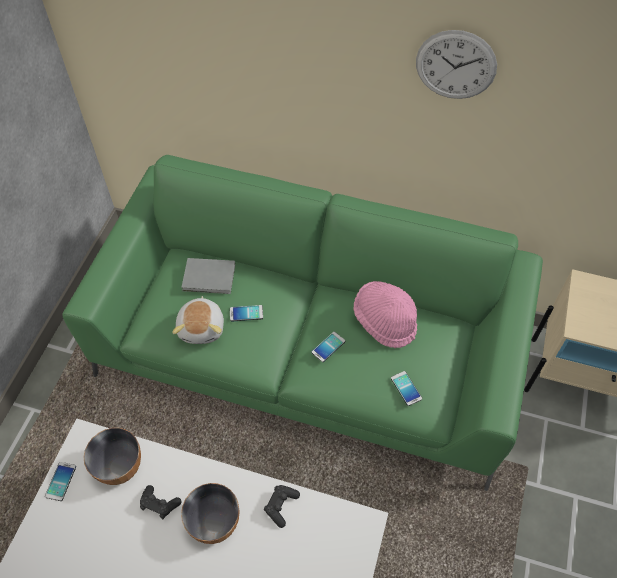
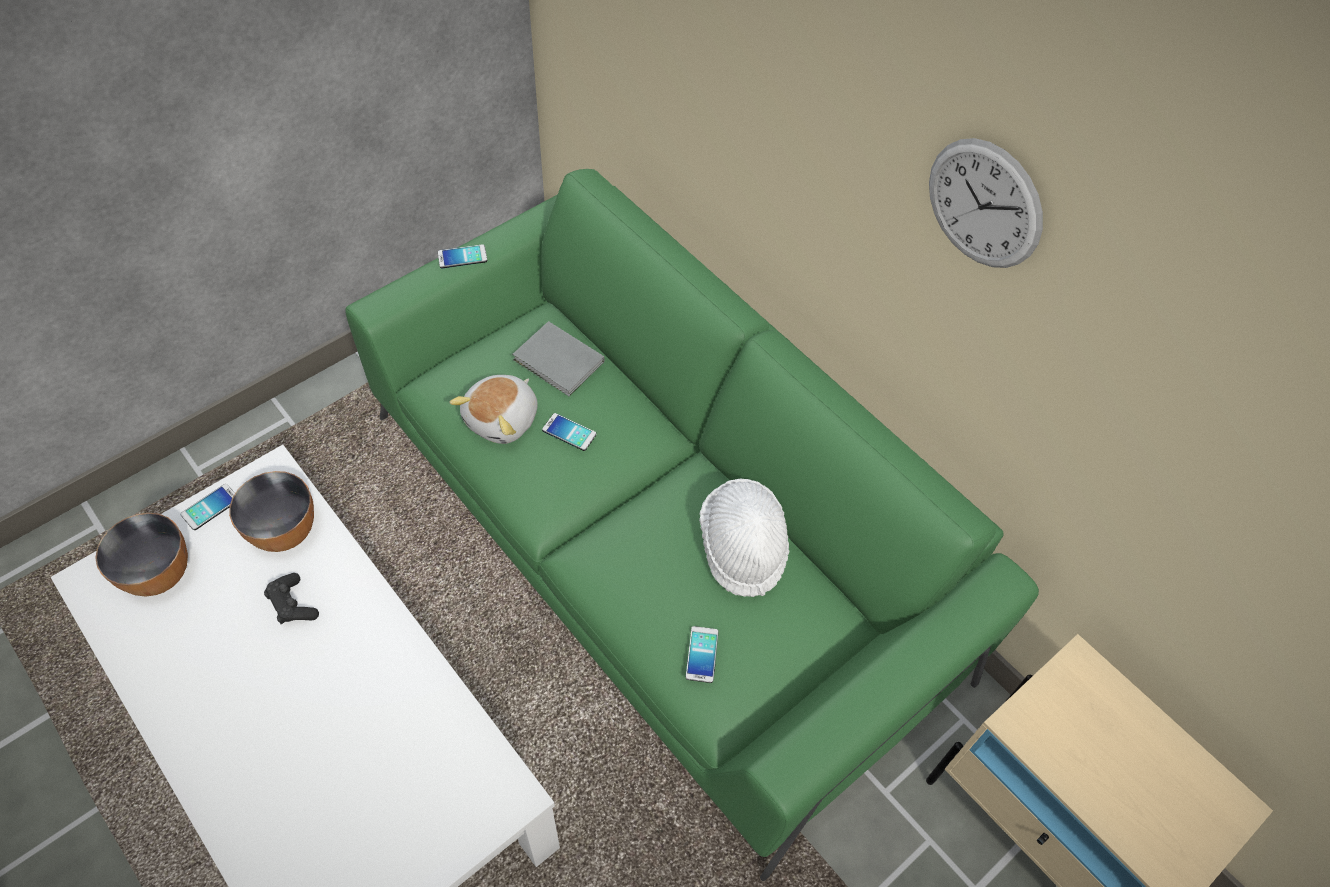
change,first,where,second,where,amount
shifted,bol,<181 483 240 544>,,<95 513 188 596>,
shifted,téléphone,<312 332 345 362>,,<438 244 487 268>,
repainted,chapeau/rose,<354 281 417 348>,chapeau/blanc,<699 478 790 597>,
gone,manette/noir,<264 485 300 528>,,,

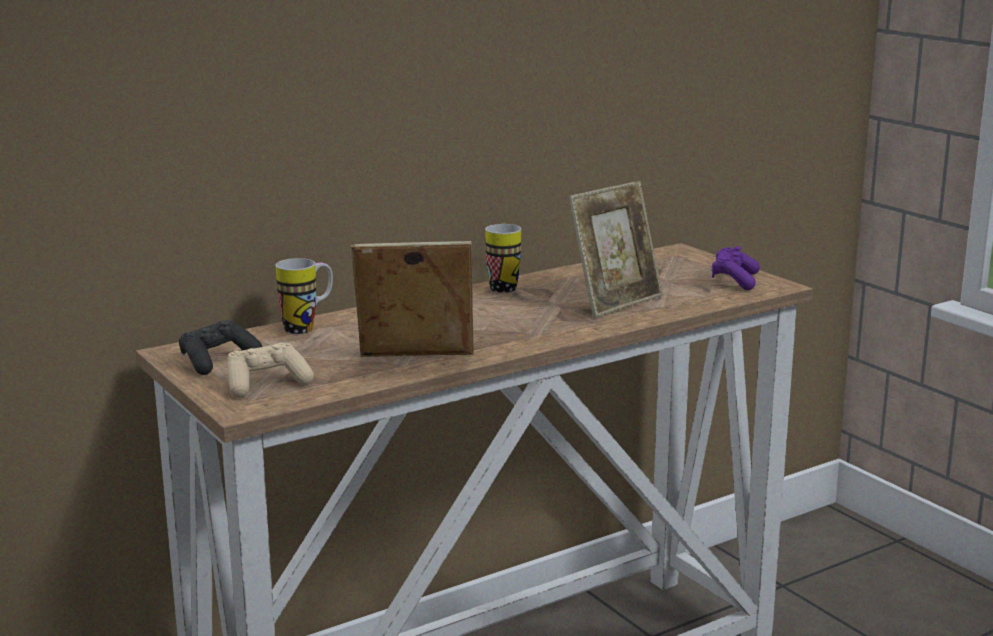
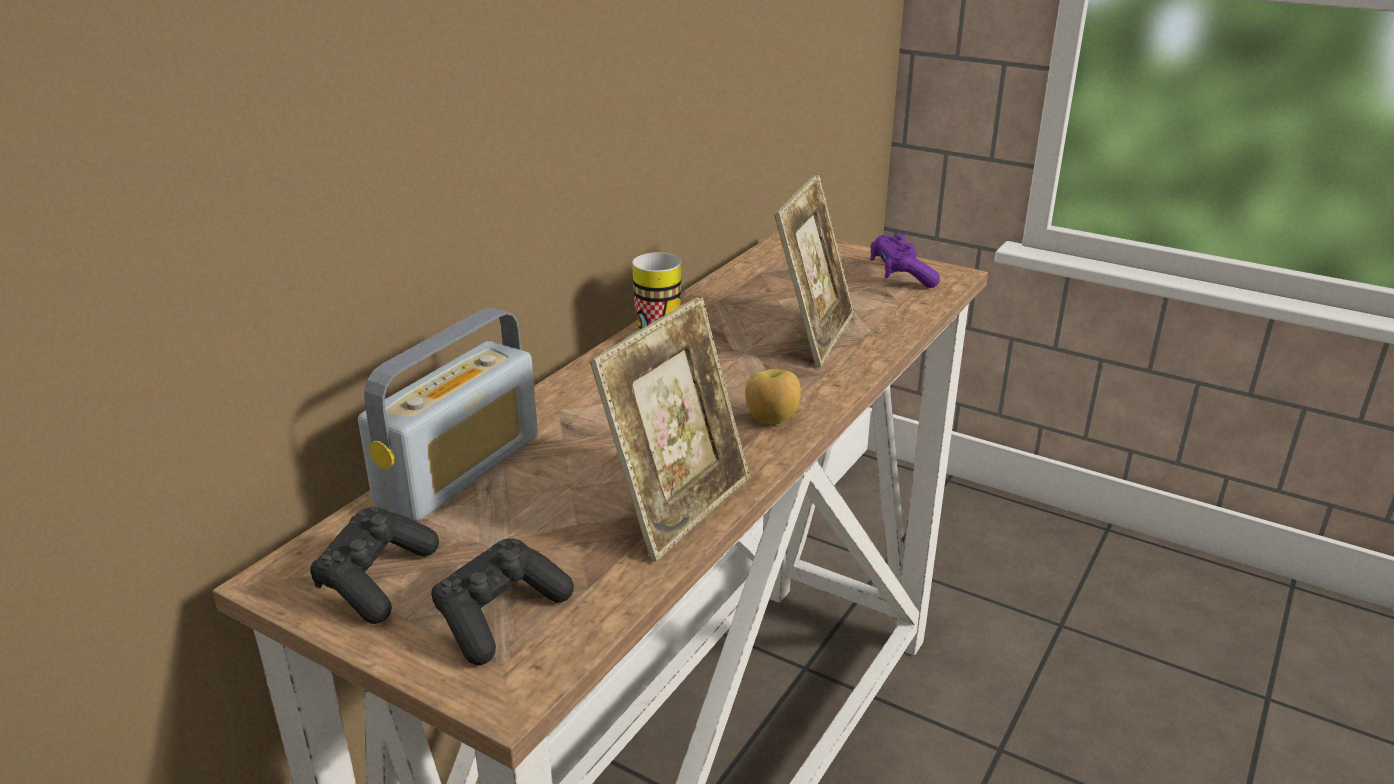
change,first,where,second,where,amount
swapped,mug,<276 258 333 334>,radio,<358 307 538 521>,
repainted,manette/beige,<227 343 314 398>,manette/noir,<431 538 574 665>,
rotated,cadre photo,<351 241 474 357>,,<590 296 750 561>,150 degrees clockwise
new,,,pomme,<745 369 801 424>,

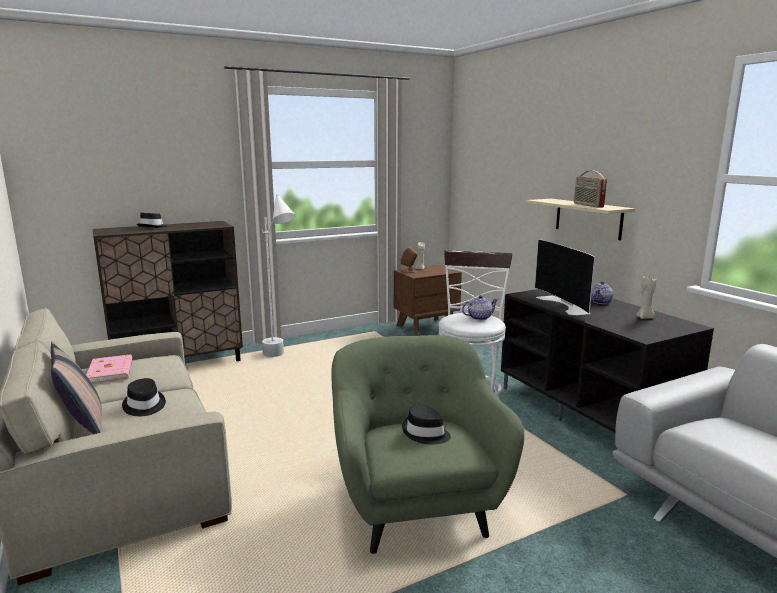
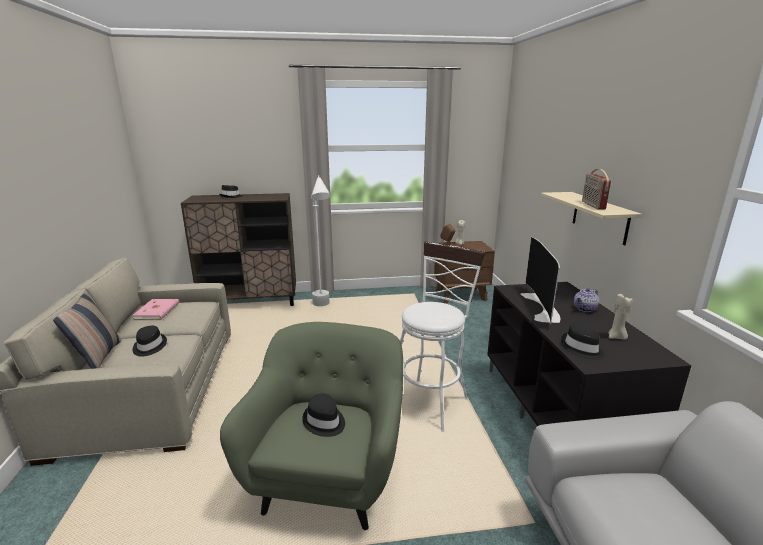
change,first,where,second,where,amount
new,,,chapeau/noir,<561 322 604 360>,
gone,théière,<462 295 498 320>,,,

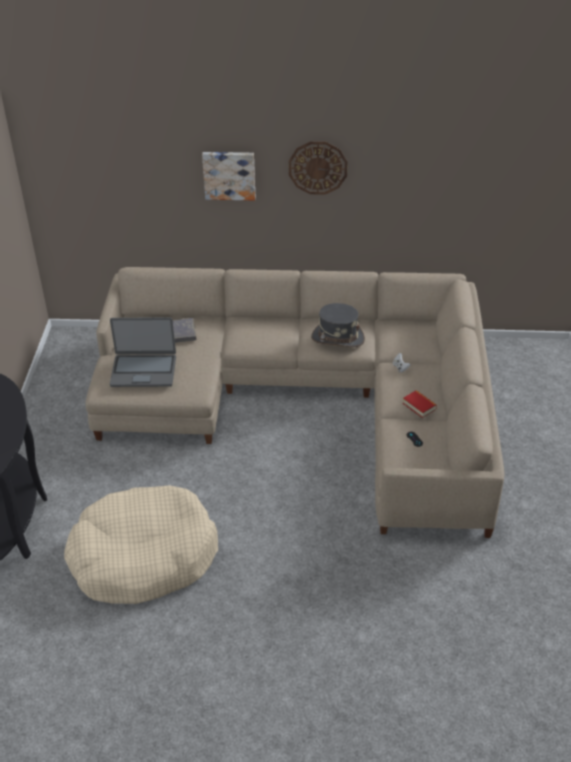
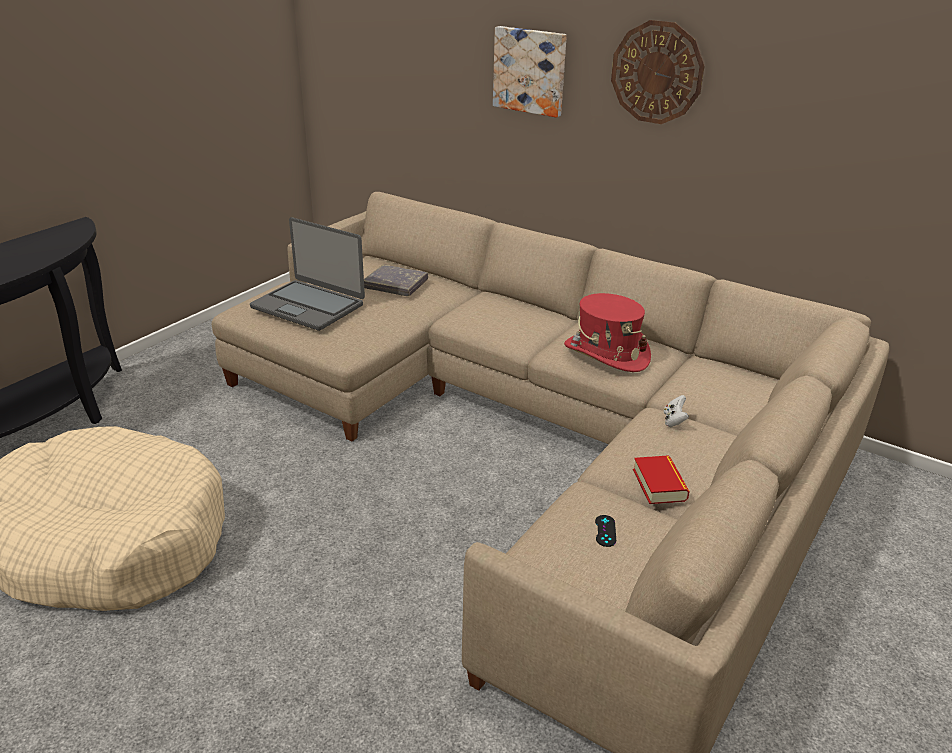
change,first,where,second,where,amount
repainted,chapeau/gris,<311 303 365 347>,chapeau/rouge,<564 293 651 372>,

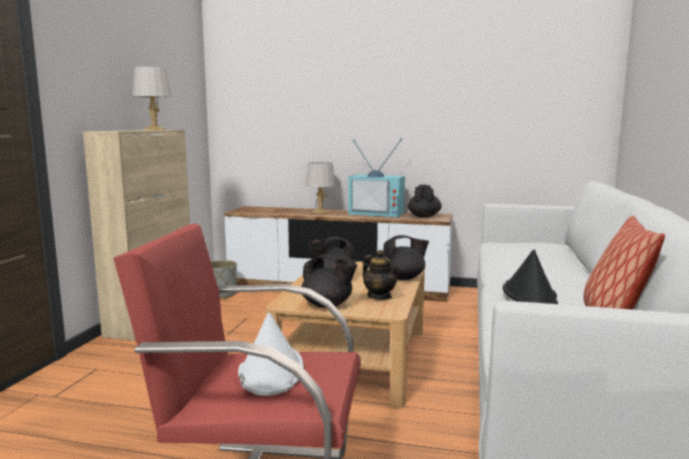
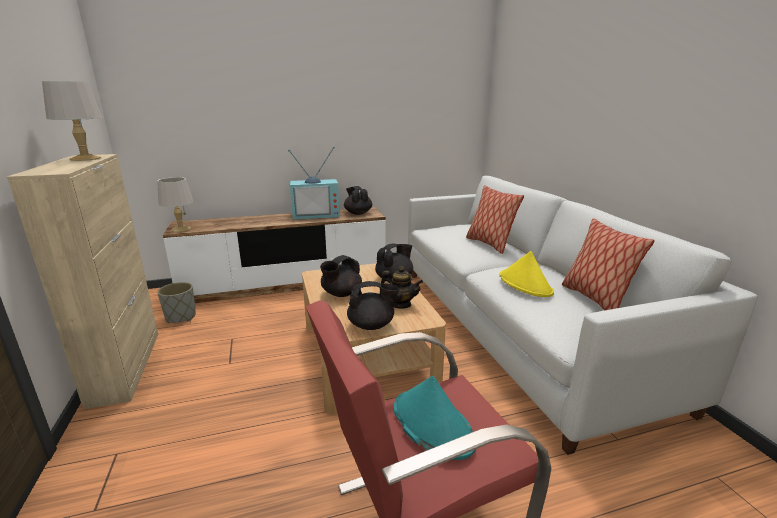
change,first,where,second,where,amount
shifted,lampe de table/gris,<305 162 336 213>,,<157 177 194 232>,
repainted,chapeau/blanc,<238 312 304 396>,chapeau/turquoise,<394 376 476 460>,
new,,,coussin,<466 185 524 254>,
repainted,chapeau/noir,<503 249 558 304>,chapeau/jaune,<499 251 554 297>,

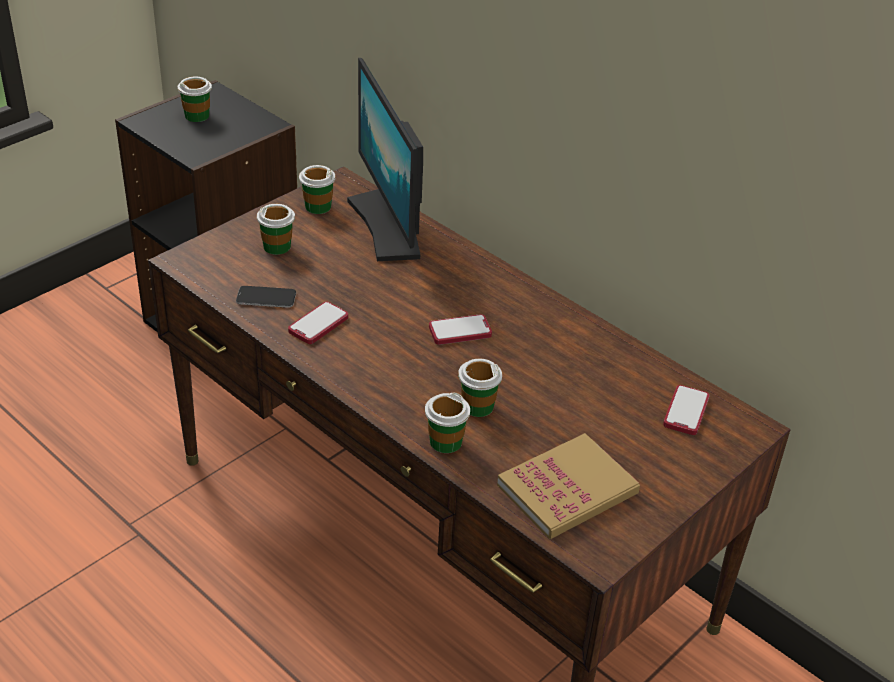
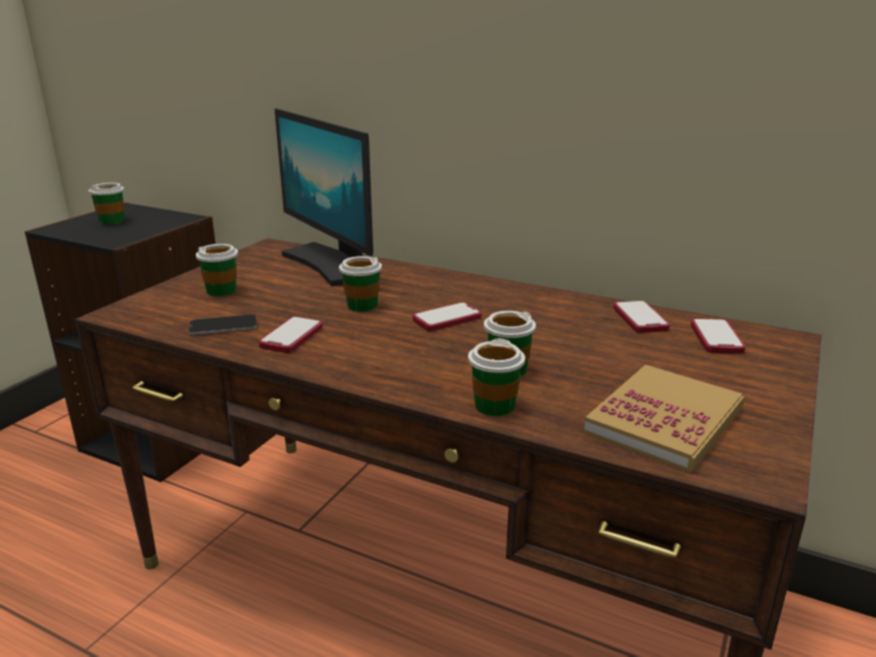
change,first,where,second,where,amount
shifted,tasse,<299 165 335 214>,,<339 256 382 312>,
new,,,téléphone,<613 301 670 333>,

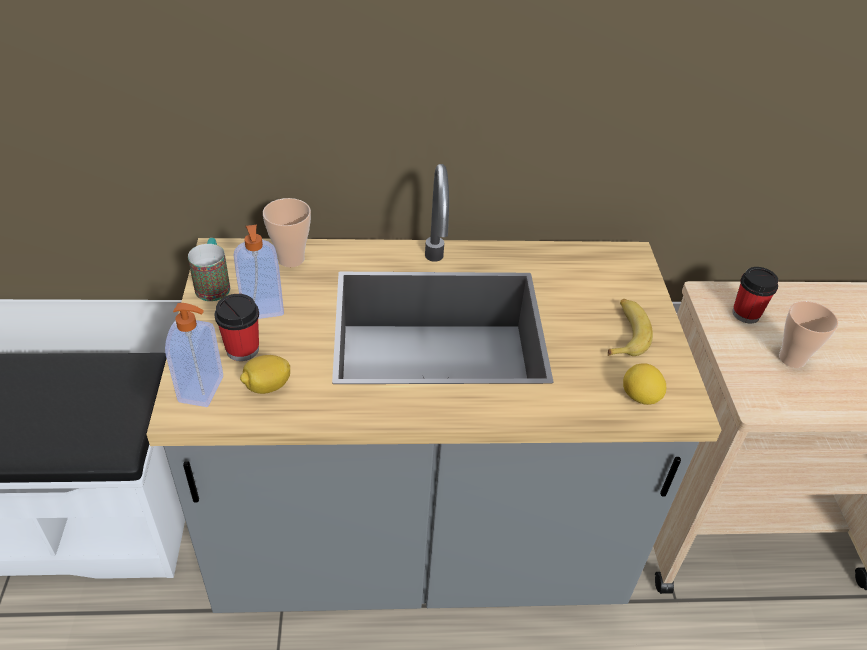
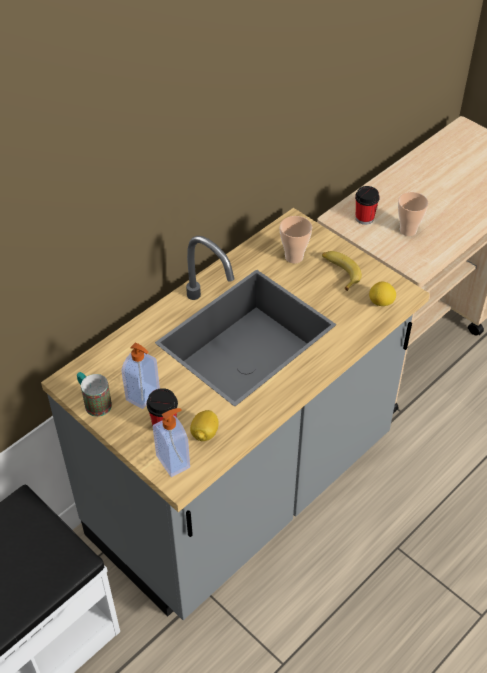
change,first,where,second,where,amount
shifted,tasse,<263 198 311 267>,,<280 216 312 263>,

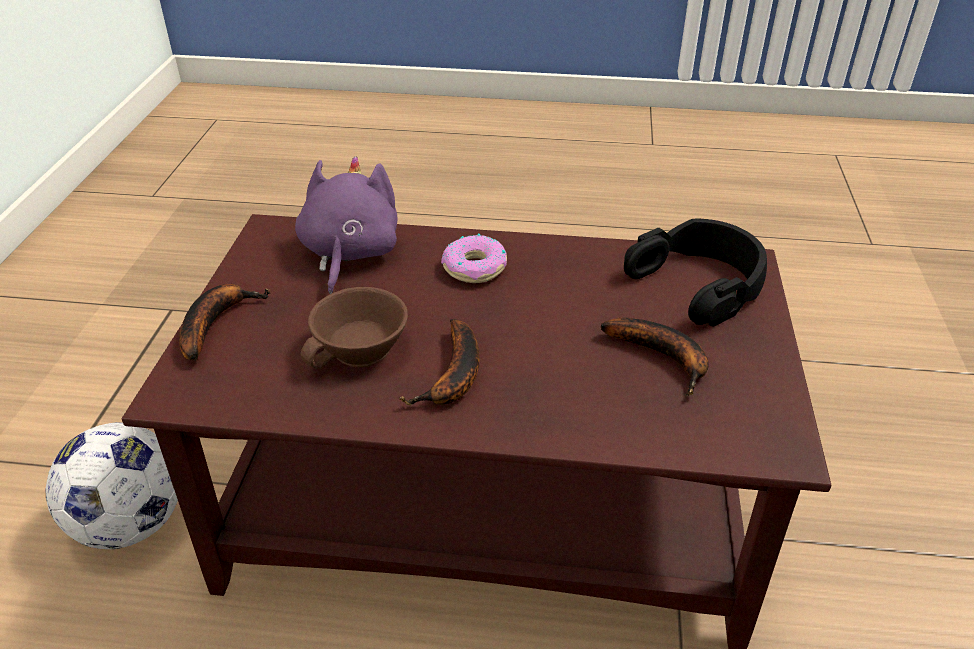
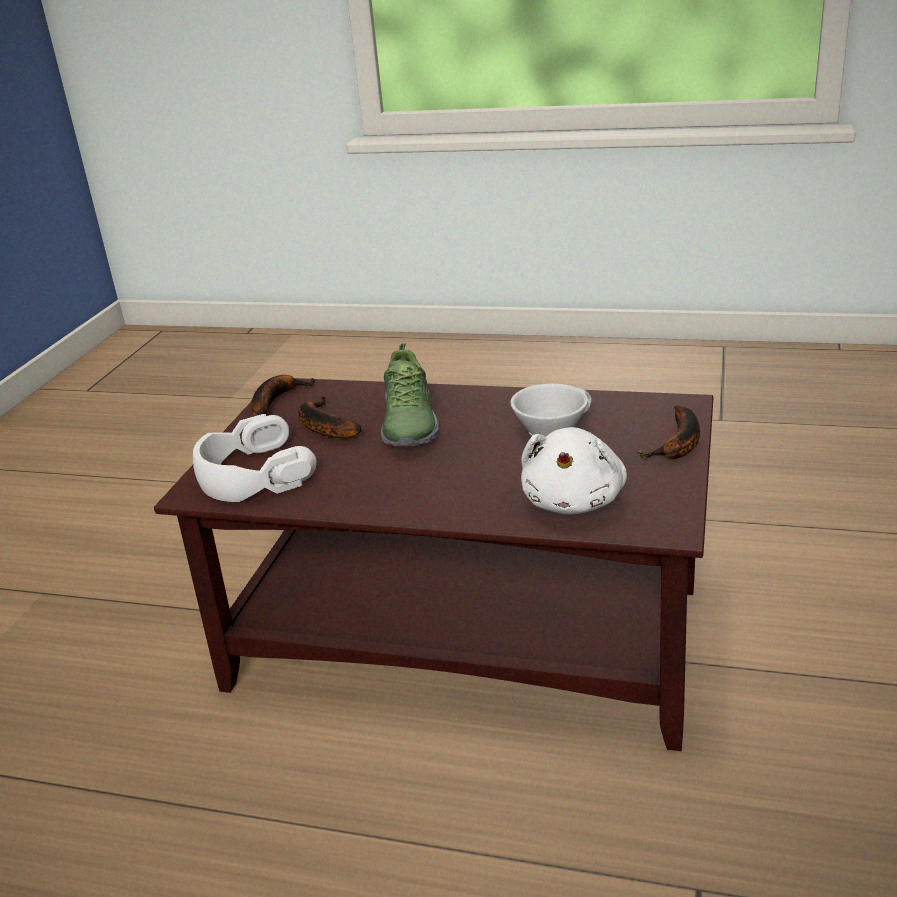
change,first,where,second,where,amount
repainted,casque audio/noir,<624 219 767 326>,casque audio/blanc,<193 414 317 502>,
shifted,banane,<399 319 479 405>,,<251 375 315 416>,
new,,,chaussure,<381 343 439 447>,
repainted,tasse/marron,<301 287 408 369>,tasse/blanc,<511 383 592 437>,
repainted,peluche/violet,<295 156 398 294>,peluche/blanc,<521 427 627 514>,
gone,ballon de foot,<46 422 178 549>,,,
gone,beignet,<441 234 507 283>,,,

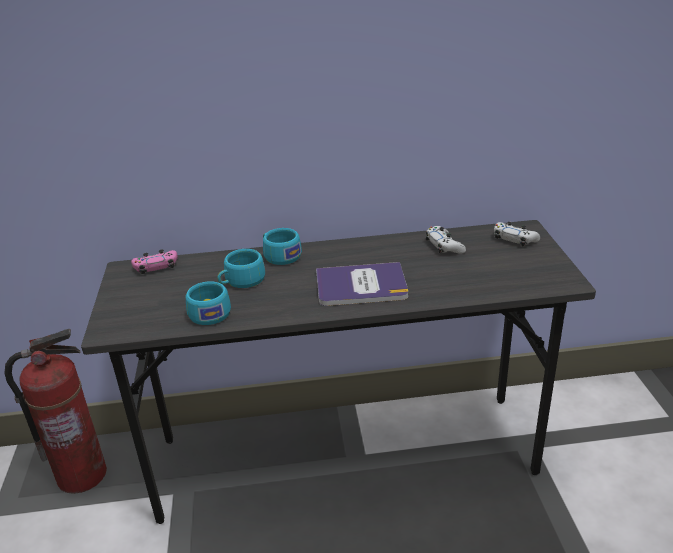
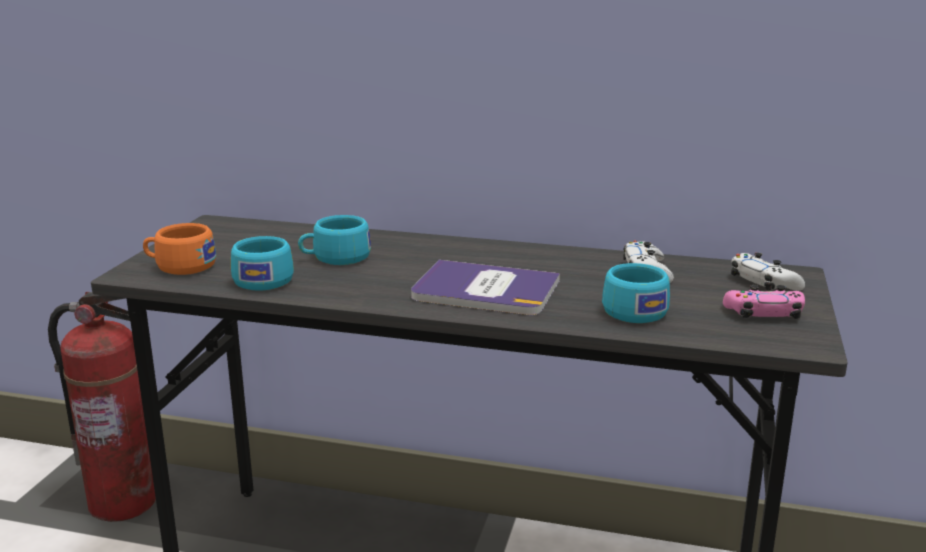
change,first,where,second,where,amount
new,,,tasse/orange,<143 223 216 275>,
shifted,tasse/turquoise,<263 228 302 265>,,<602 263 670 323>,
shifted,manette/rose,<131 250 178 274>,,<723 285 805 319>,

